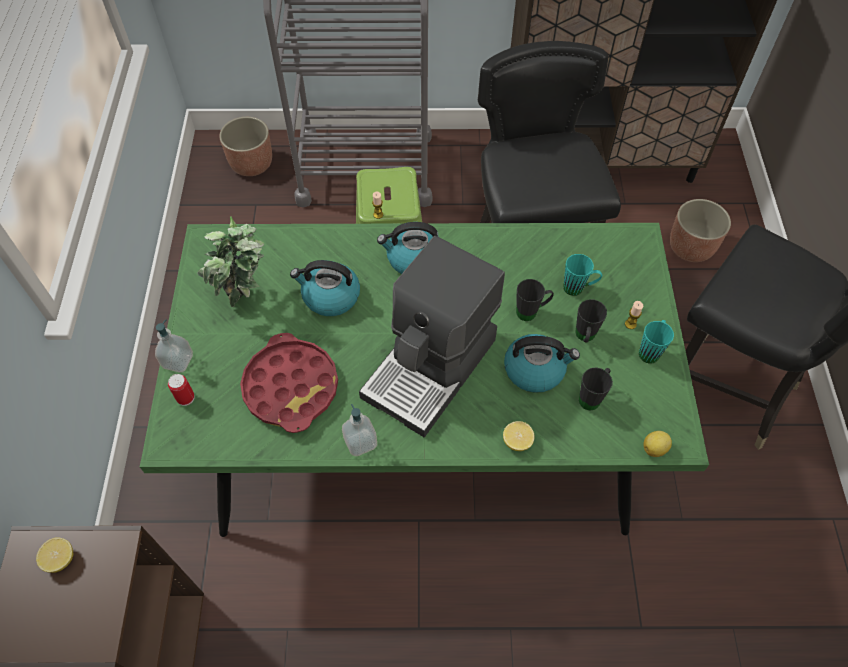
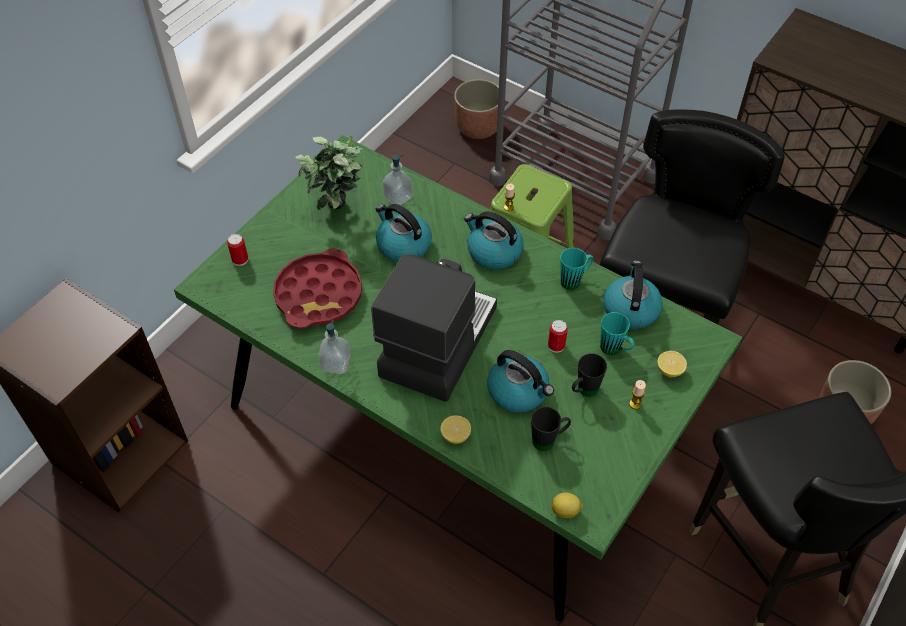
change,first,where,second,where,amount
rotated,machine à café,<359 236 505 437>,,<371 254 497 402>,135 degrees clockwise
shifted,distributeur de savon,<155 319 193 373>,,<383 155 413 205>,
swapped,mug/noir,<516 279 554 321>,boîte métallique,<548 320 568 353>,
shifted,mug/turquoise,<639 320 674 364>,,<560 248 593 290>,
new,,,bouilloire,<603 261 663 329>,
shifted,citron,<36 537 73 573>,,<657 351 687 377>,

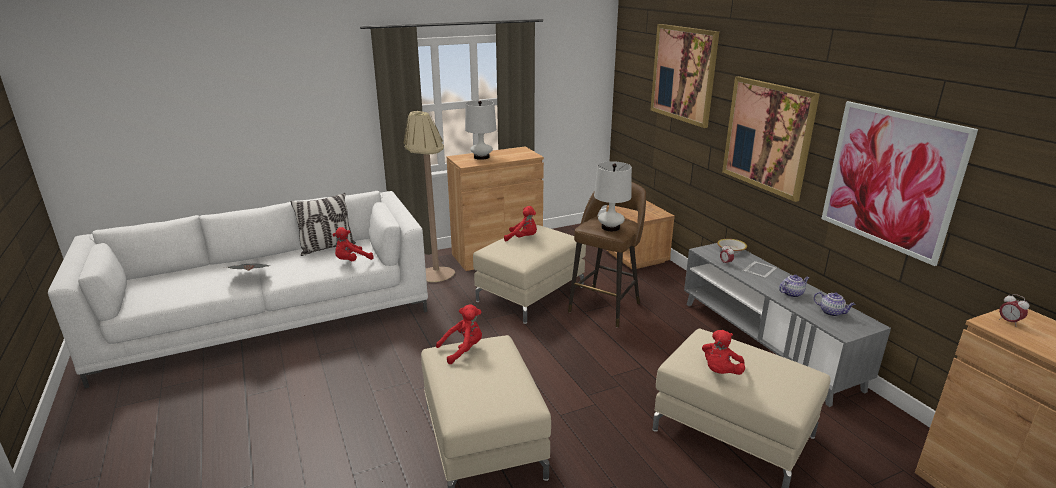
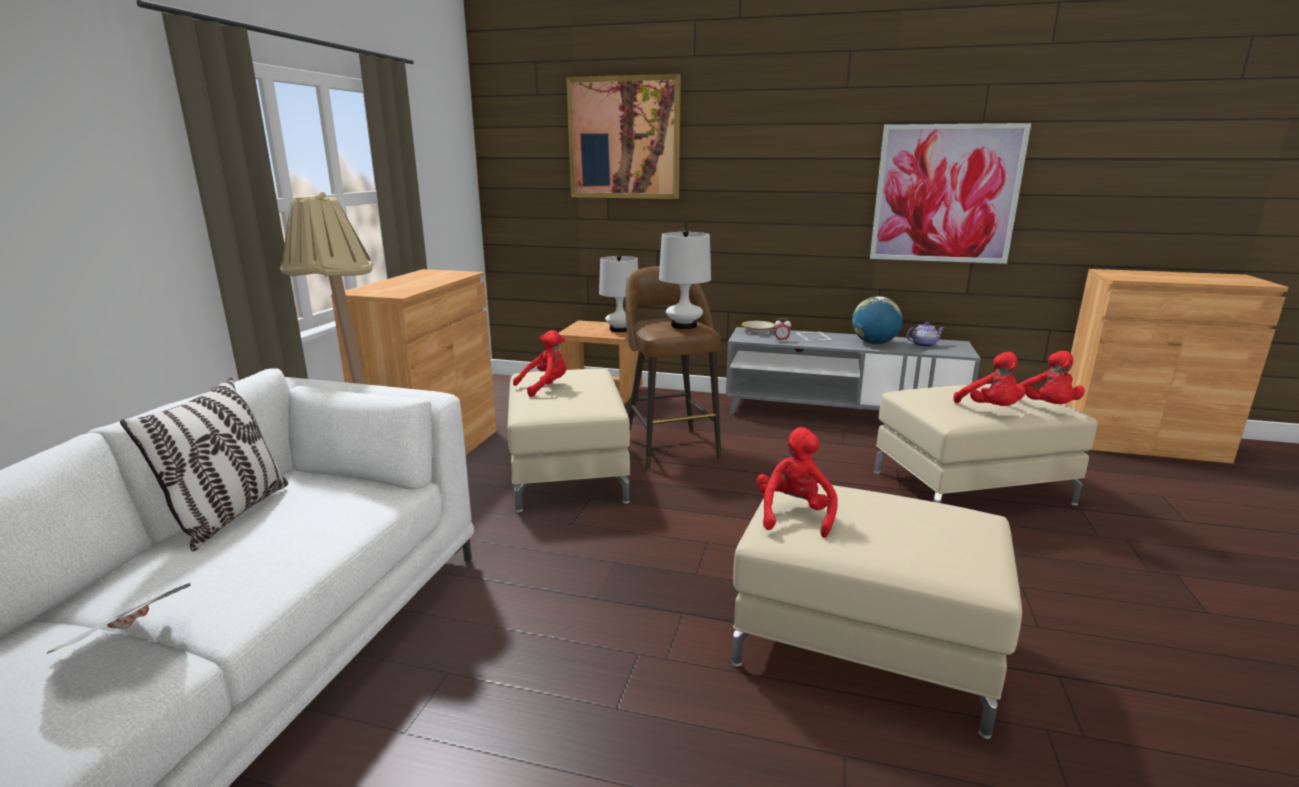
change,first,where,second,where,amount
shifted,lampe de table/blanc,<465 100 496 160>,,<599 255 638 332>,
swapped,théière,<779 275 810 297>,globe,<852 296 902 344>,
shifted,peluche/rouge,<333 227 374 261>,,<1017 351 1085 404>,
gone,tableau,<722 76 820 202>,,,
gone,réveil,<999 294 1029 327>,,,

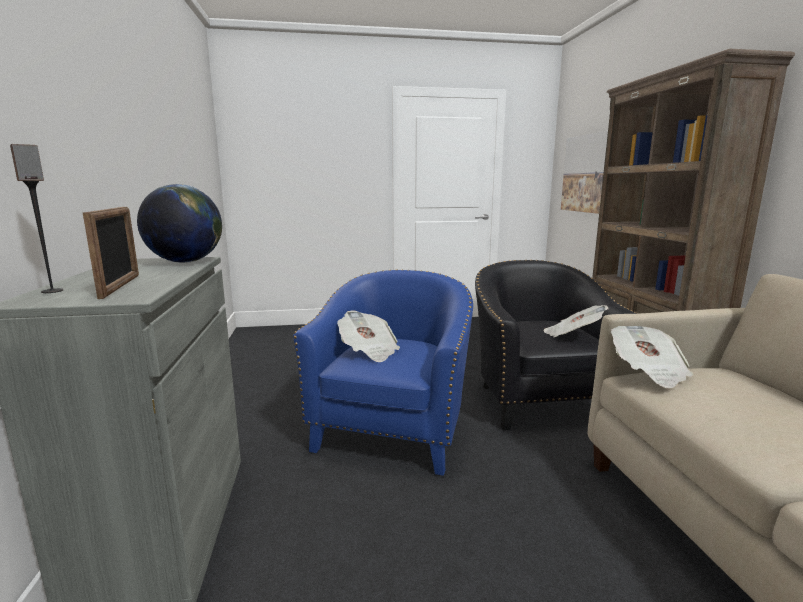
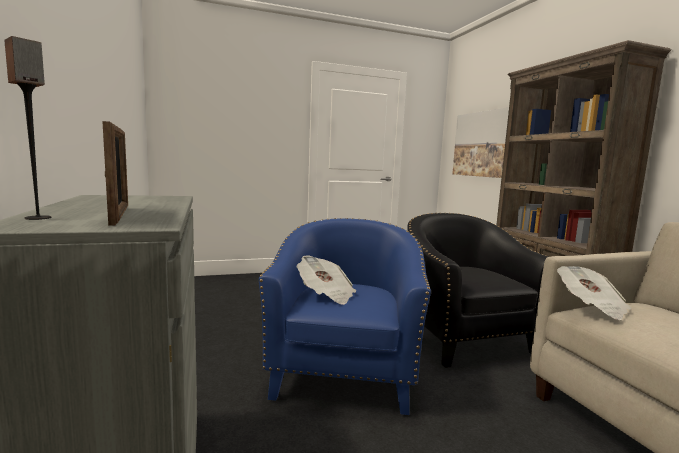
change,first,where,second,where,amount
gone,globe,<137 184 222 263>,,,
gone,journal,<543 305 609 337>,,,

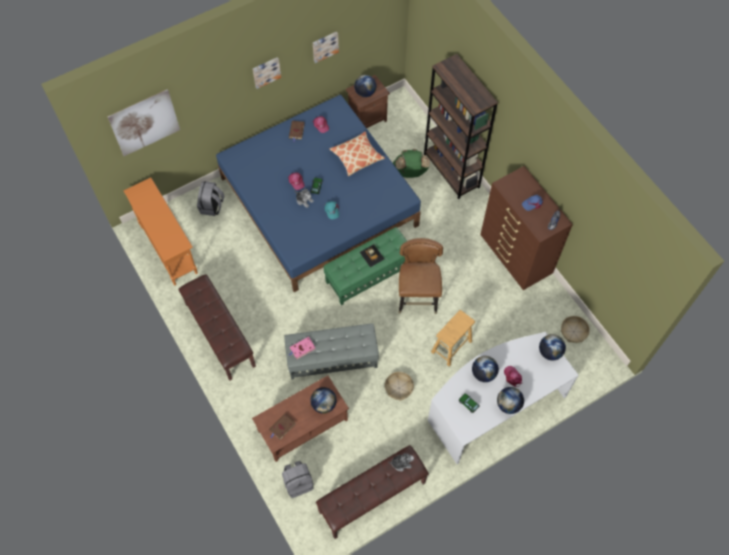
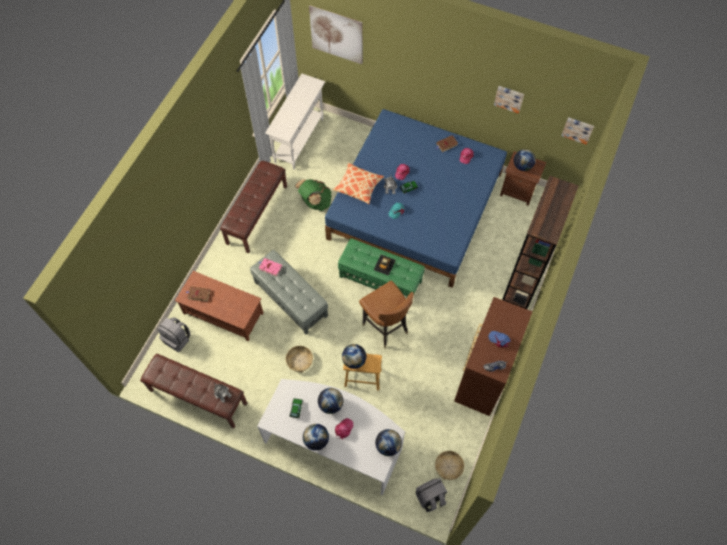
change,first,where,second,where,amount
repainted,table console/orange,<124 178 198 285>,table console/blanc,<265 74 325 170>,
shifted,sac à dos/vert,<393 149 430 178>,,<295 179 332 211>,
shifted,coussin,<330 131 385 176>,,<333 163 384 204>,
shifted,globe,<310 387 337 414>,,<342 344 366 369>,
rotated,chaise/marron,<399 238 443 314>,,<359 281 414 348>,90 degrees clockwise
shifted,sac à dos/gris,<197 181 224 216>,,<416 478 447 512>,
shifted,tableau,<253 57 281 89>,,<561 117 594 145>,

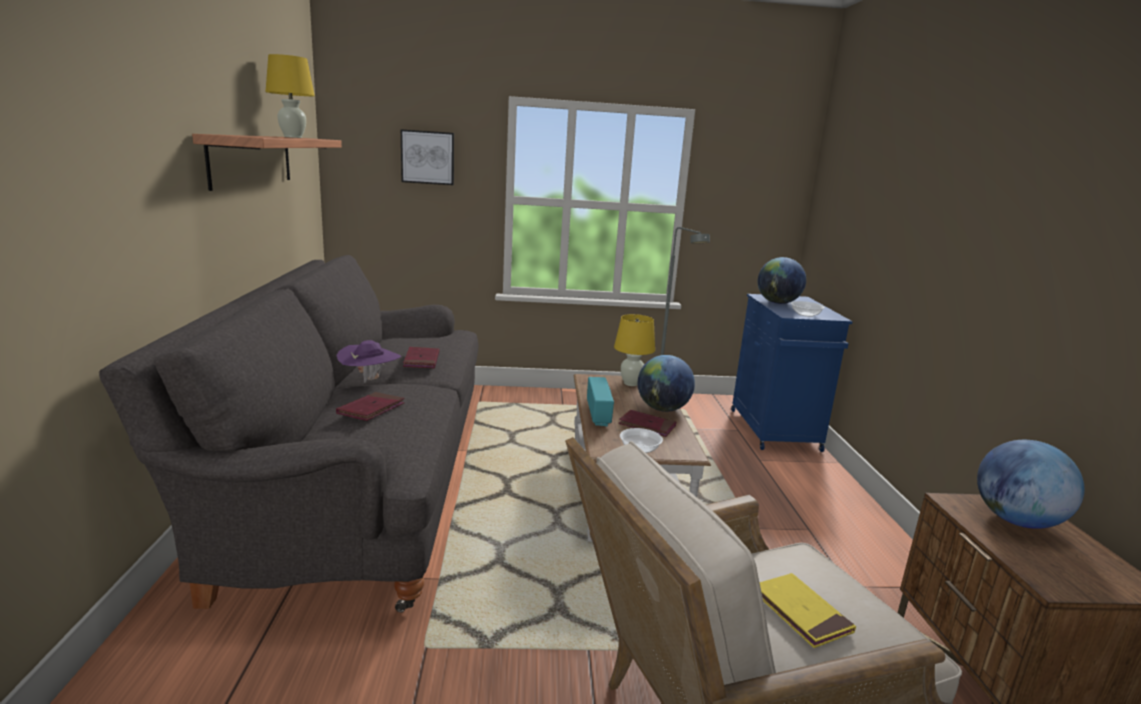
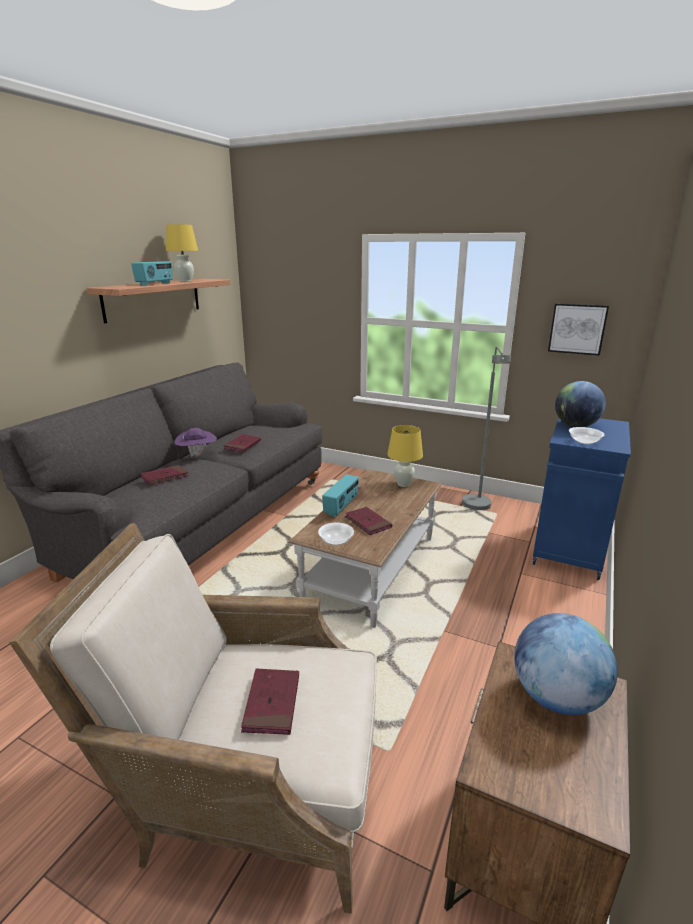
change,first,where,second,where,amount
new,,,radio,<131 261 173 286>,
repainted,livre/jaune,<760 573 856 648>,livre/rouge,<241 669 299 735>,
shifted,tableau,<401 129 454 185>,,<548 303 609 356>,
gone,globe,<638 355 695 412>,,,

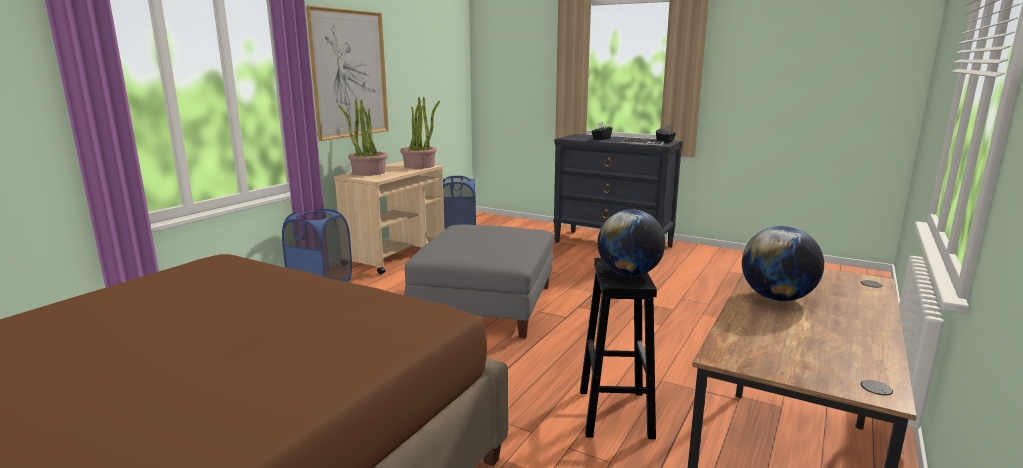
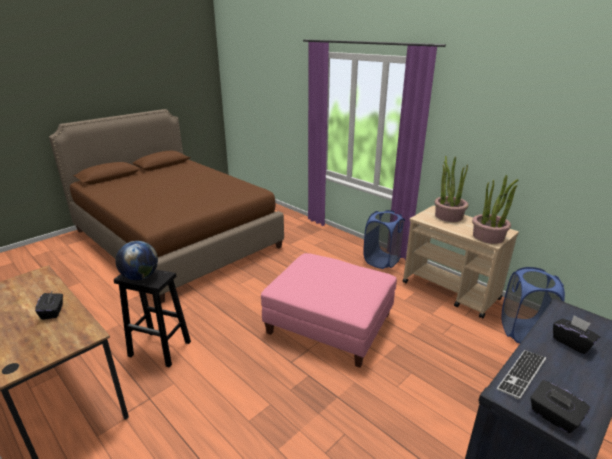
change,first,where,second,where,amount
swapped,globe,<742 226 824 301>,boîte à mouchoirs/noir,<35 290 63 320>,
repainted,pouf/gris,<404 225 553 338>,pouf/rose,<261 253 397 368>,
gone,tableau,<306 6 389 141>,,,

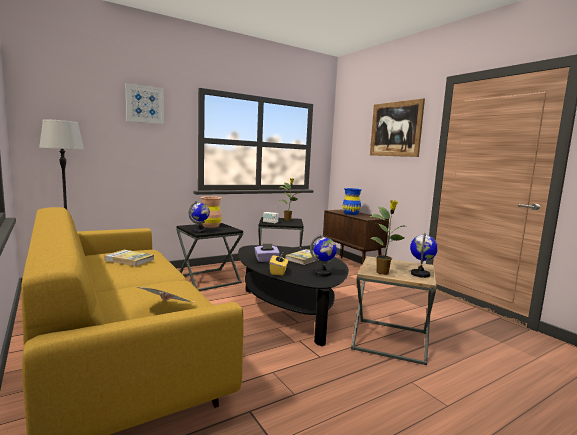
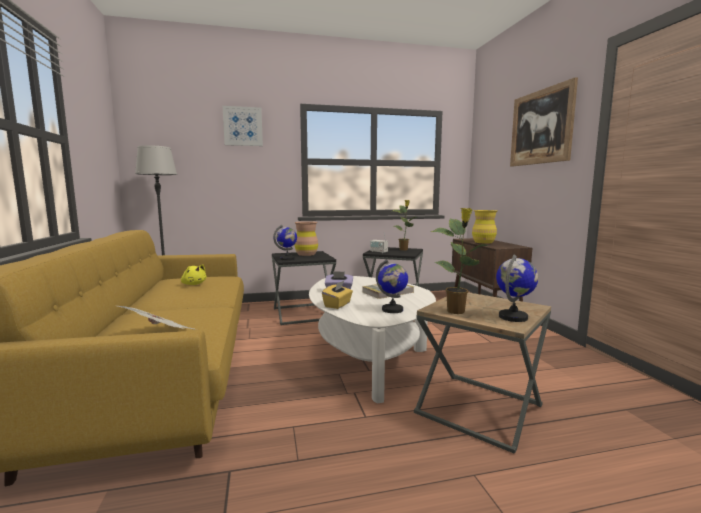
change,first,where,second,where,amount
swapped,livre,<104 250 154 266>,peluche/jaune,<181 264 207 285>,
repainted,table basse/noir,<238 245 349 346>,table basse/blanc,<309 276 436 403>,
repainted,vase/bleu,<342 188 362 215>,vase/jaune,<472 210 497 244>,

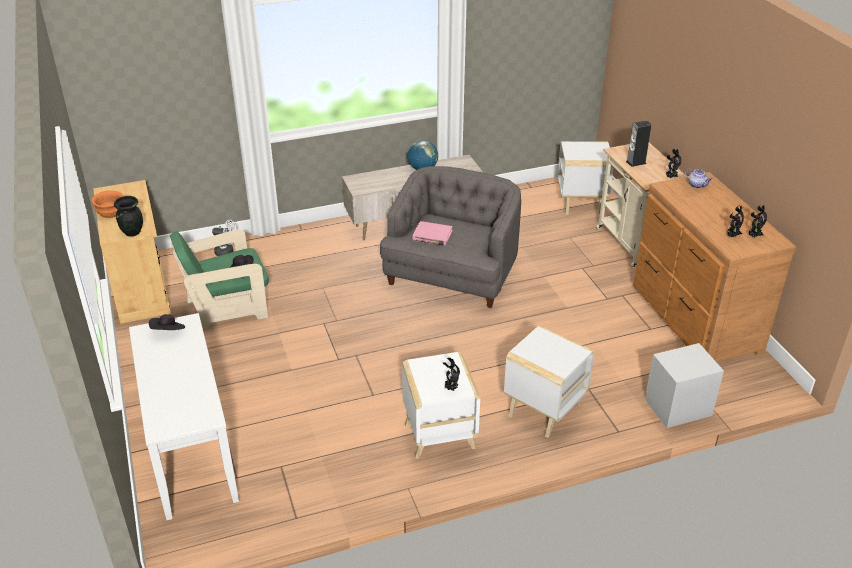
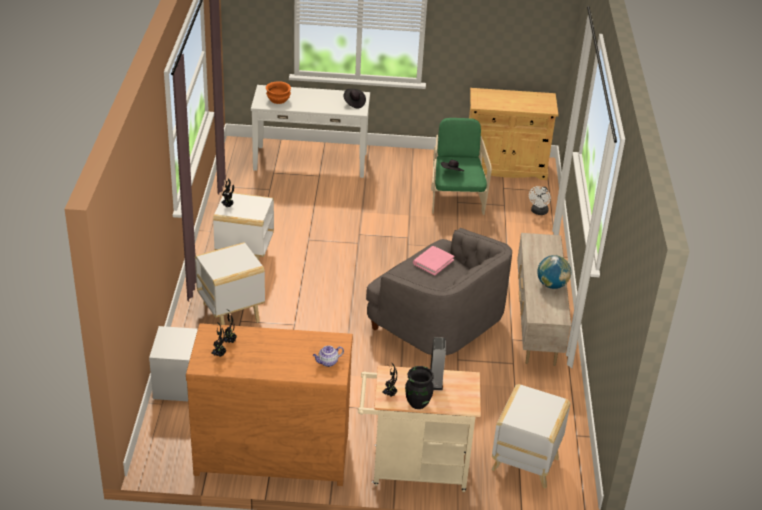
change,first,where,second,where,amount
shifted,bol/orange,<91 190 123 218>,,<266 81 291 104>,
shifted,vase/noir,<114 196 143 237>,,<405 366 434 409>,

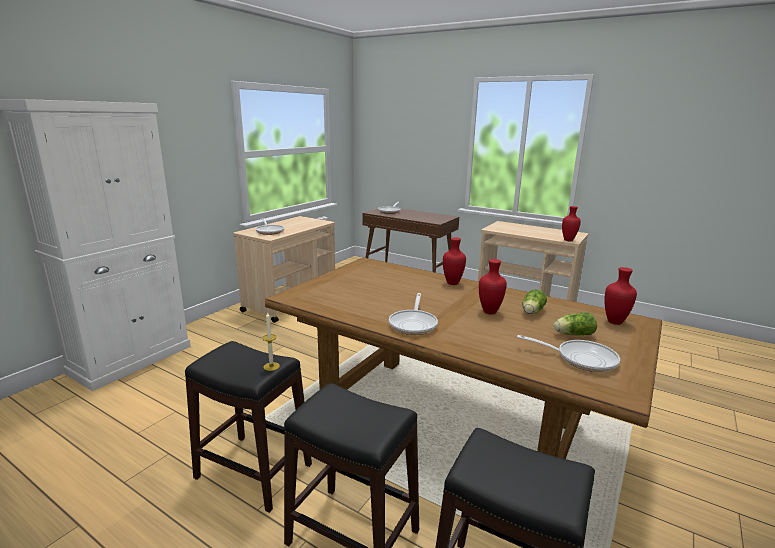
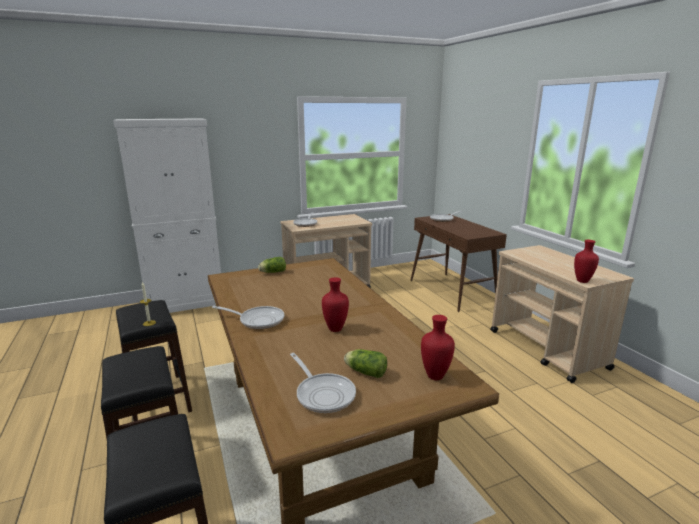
change,first,where,second,where,amount
rotated,poêle,<389 293 438 335>,,<212 306 284 329>,120 degrees counterclockwise
shifted,laitue,<522 289 547 314>,,<258 257 286 273>,
gone,vase/rouge,<443 237 466 285>,,,

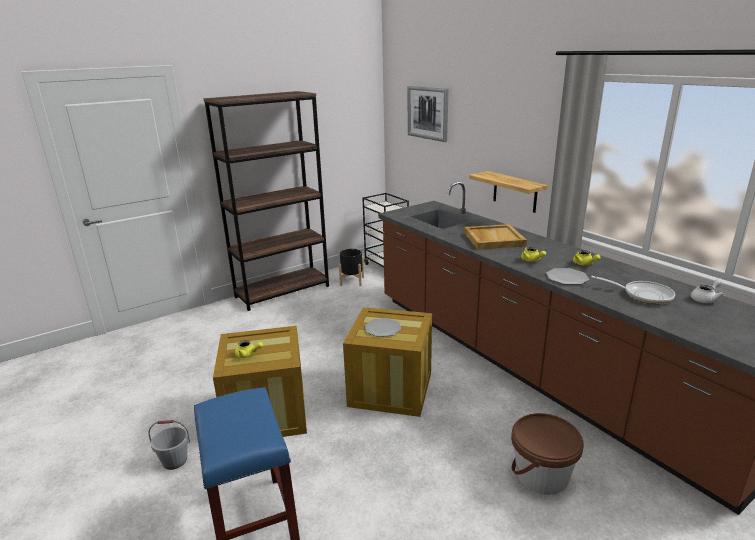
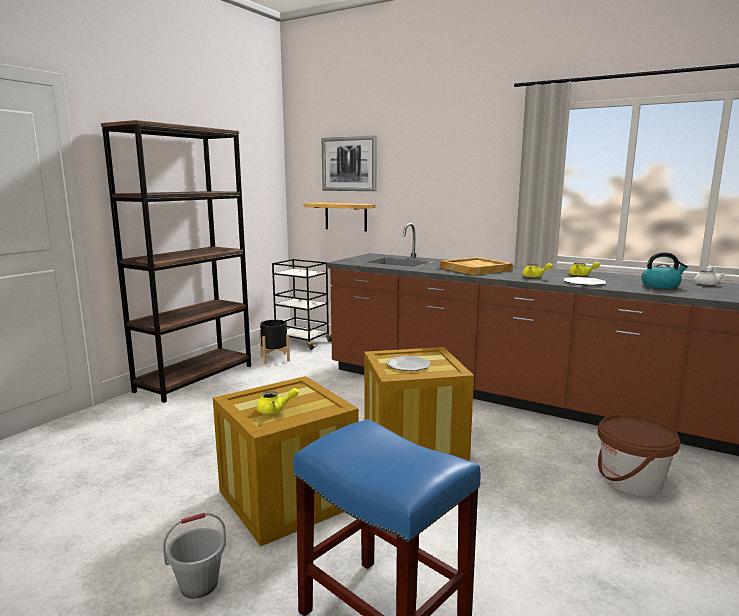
change,first,where,second,where,amount
shifted,étagère,<469 171 548 213>,,<303 203 376 231>,
swapped,poêle,<591 276 675 304>,bouilloire,<641 252 688 289>,

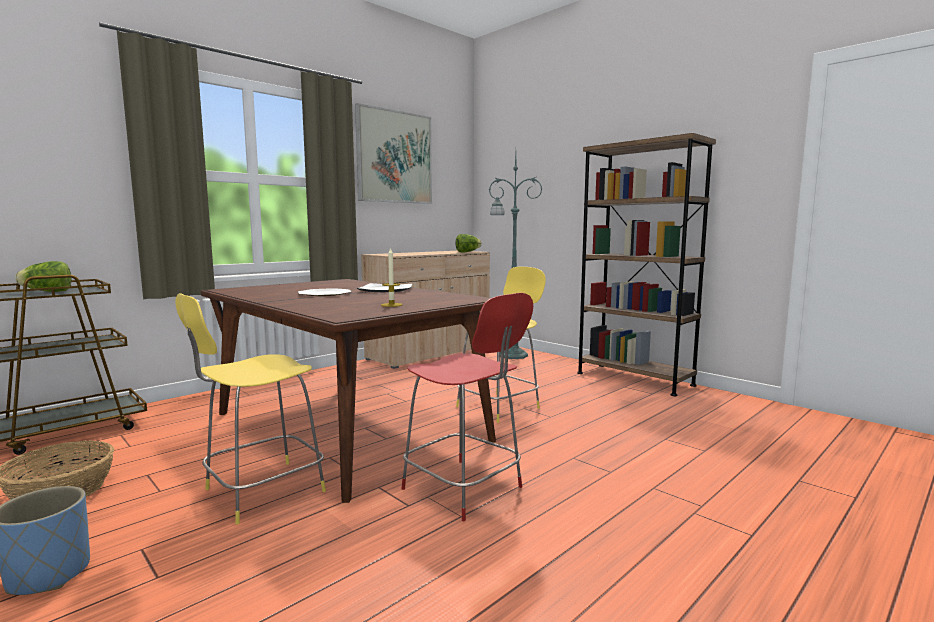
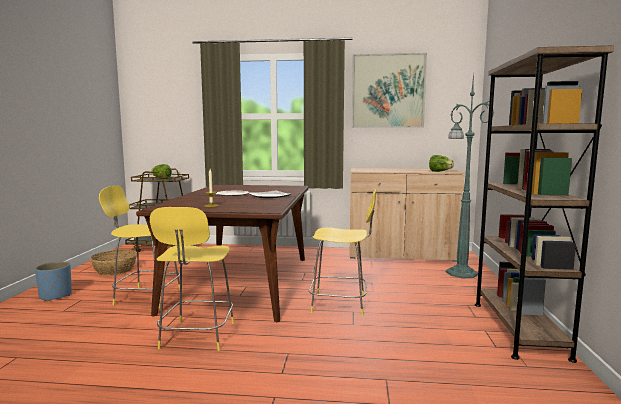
change,first,where,second,where,amount
repainted,tabouret/rouge,<402 293 533 521>,tabouret/jaune,<150 207 234 351>,

